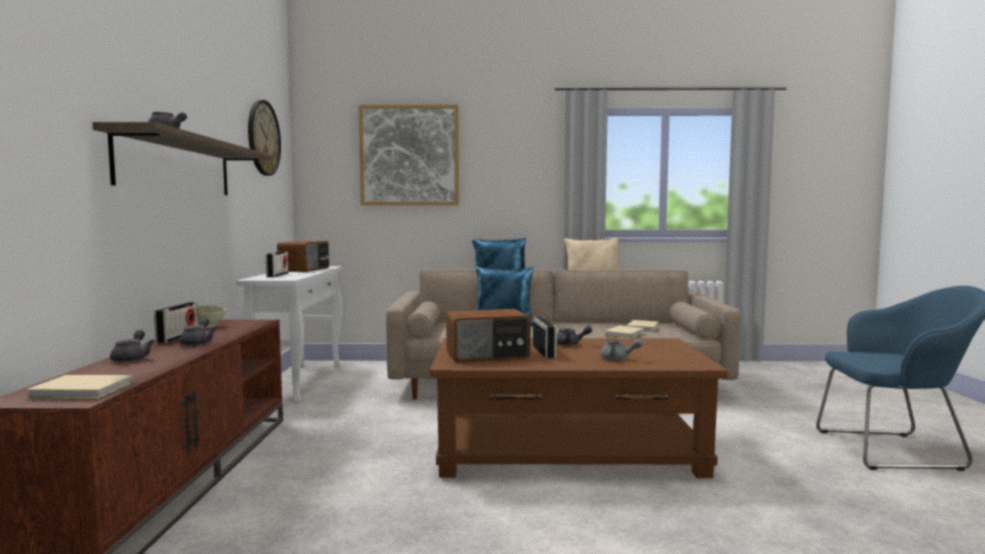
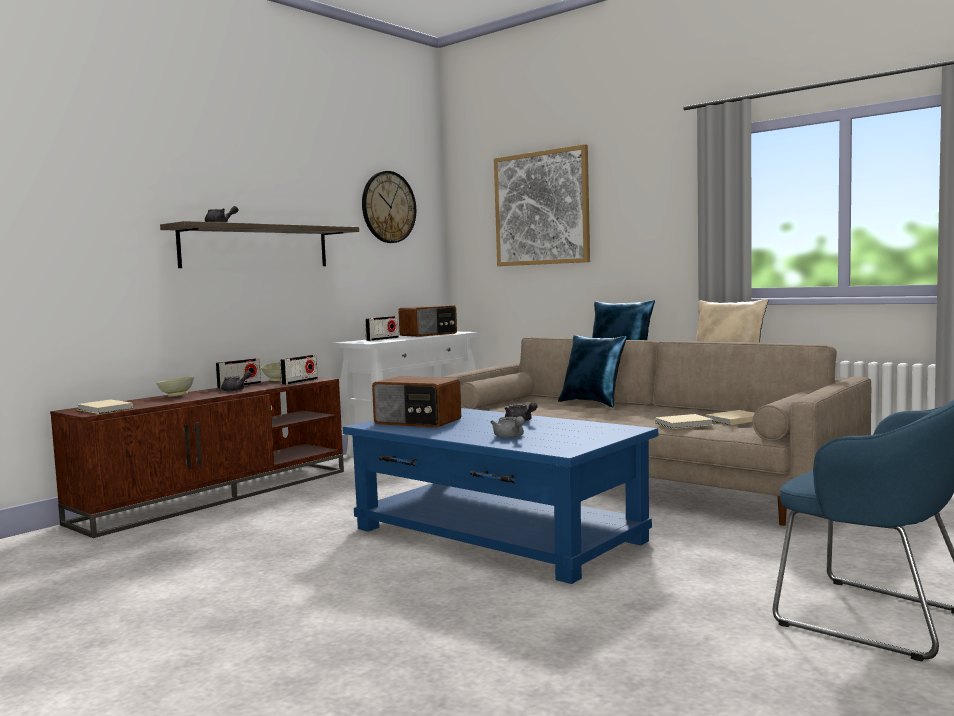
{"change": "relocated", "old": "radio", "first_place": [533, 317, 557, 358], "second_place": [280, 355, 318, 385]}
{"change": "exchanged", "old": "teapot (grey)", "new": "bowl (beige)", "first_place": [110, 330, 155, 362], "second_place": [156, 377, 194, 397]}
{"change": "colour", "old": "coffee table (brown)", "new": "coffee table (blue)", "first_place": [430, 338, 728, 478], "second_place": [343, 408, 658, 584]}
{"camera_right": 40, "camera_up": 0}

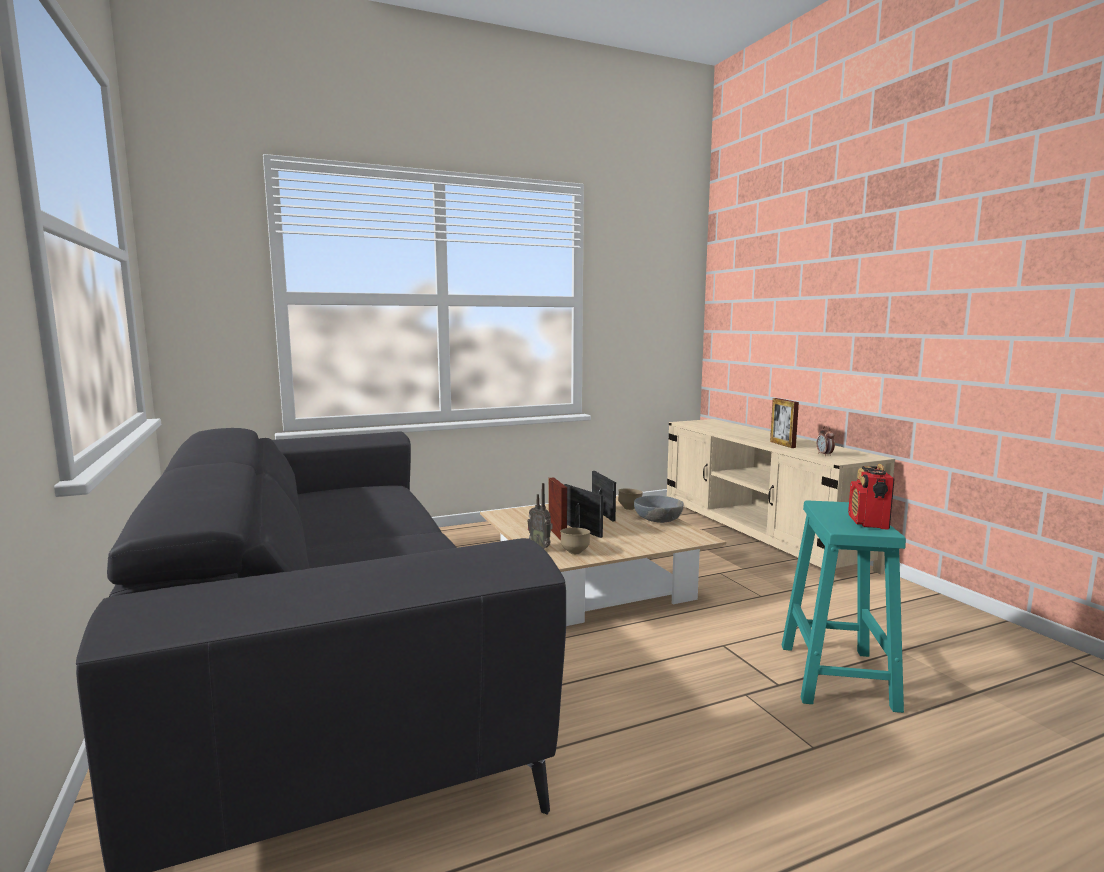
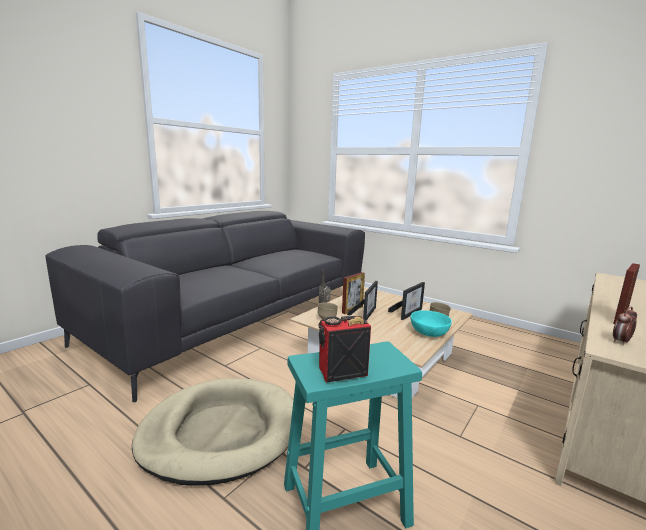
{"change": "colour", "old": "bowl (grey)", "new": "bowl (turquoise)", "first_place": [634, 495, 683, 523], "second_place": [411, 310, 452, 337]}
{"change": "appeared", "new": "dog bed (beige)", "second_place": [132, 378, 294, 486]}
{"camera_right": 60, "camera_up": 5}

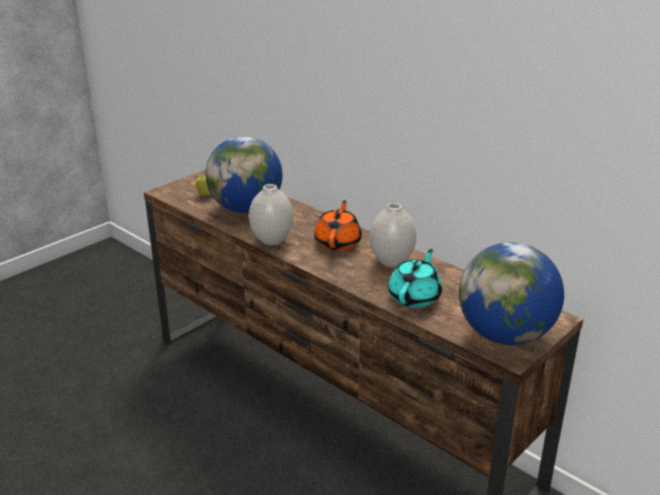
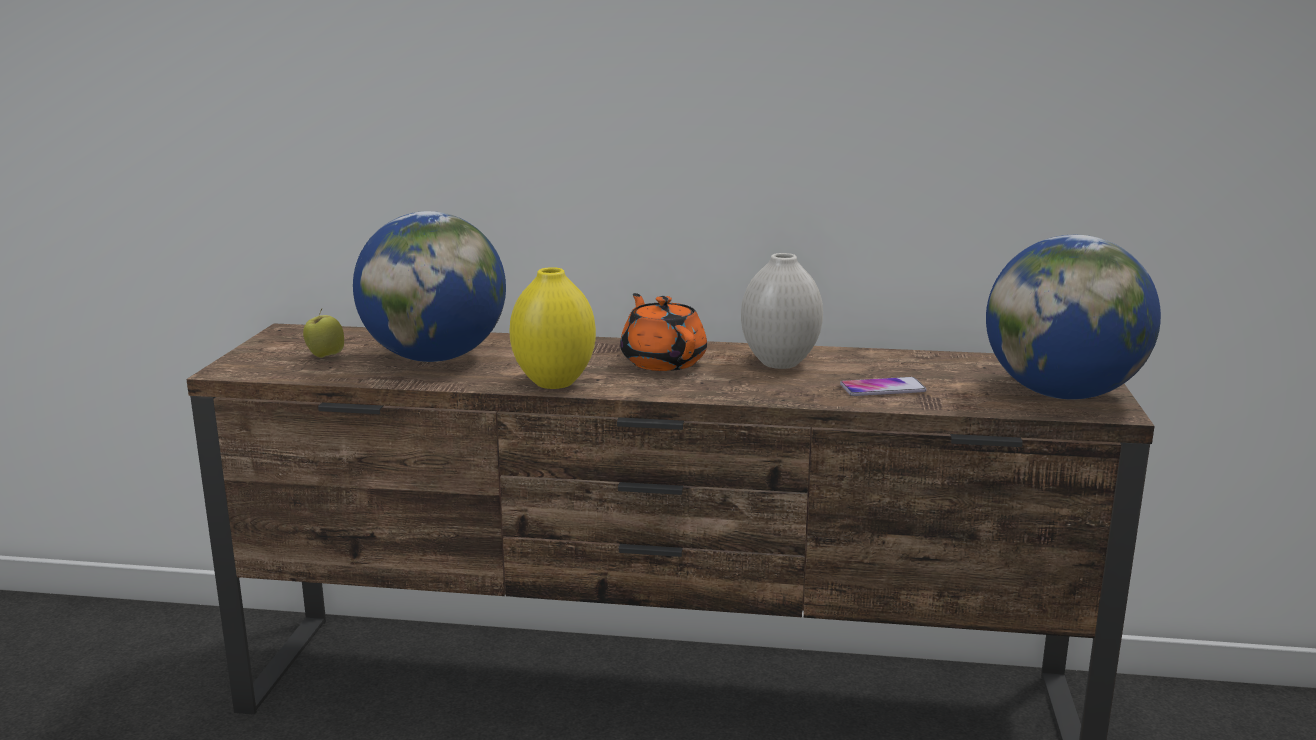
{"change": "colour", "old": "vase (white)", "new": "vase (yellow)", "first_place": [249, 184, 294, 246], "second_place": [510, 267, 596, 389]}
{"change": "exchanged", "old": "teapot (turquoise)", "new": "phone", "first_place": [388, 249, 442, 308], "second_place": [840, 377, 927, 396]}
{"camera_right": -35, "camera_up": -10}

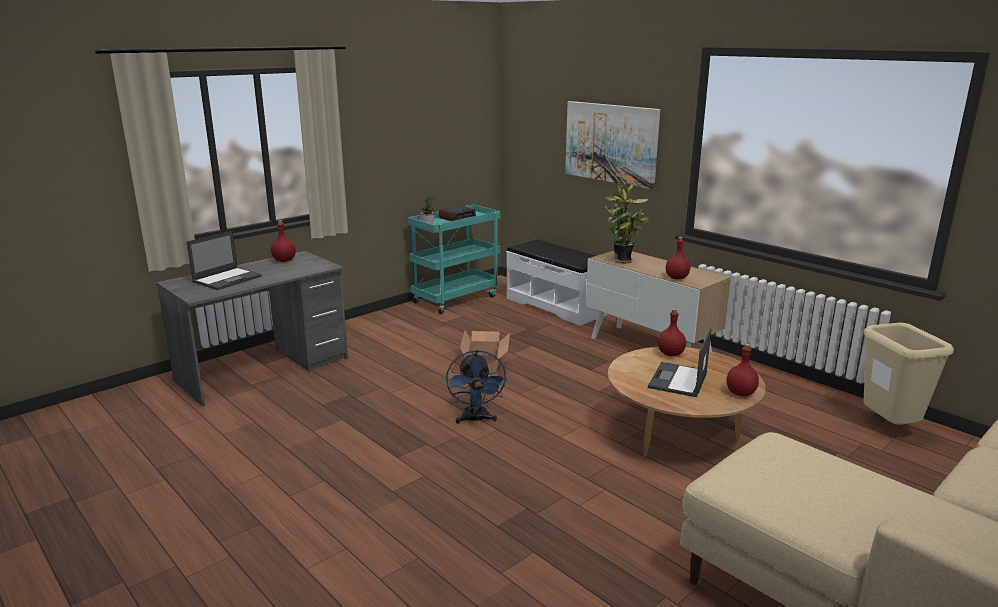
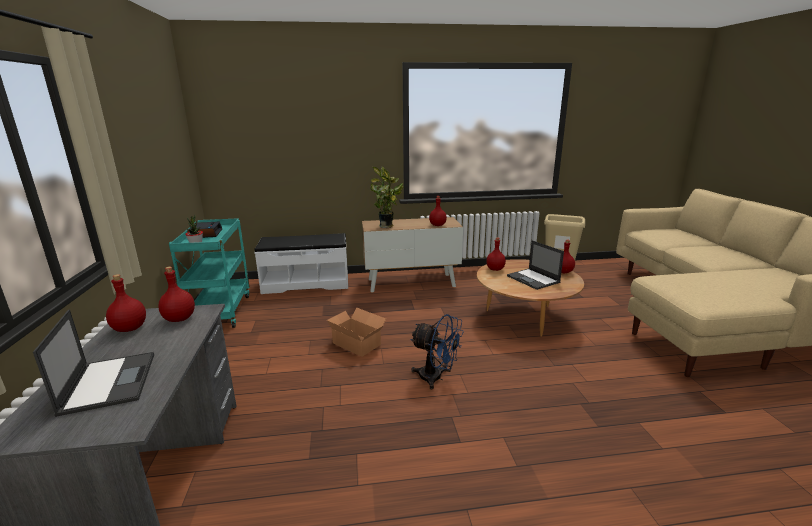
{"change": "missing", "old": "picture", "first_place": [565, 101, 660, 190]}
{"change": "appeared", "new": "bottle (red)", "second_place": [158, 267, 195, 322]}
{"camera_right": -55, "camera_up": 0}

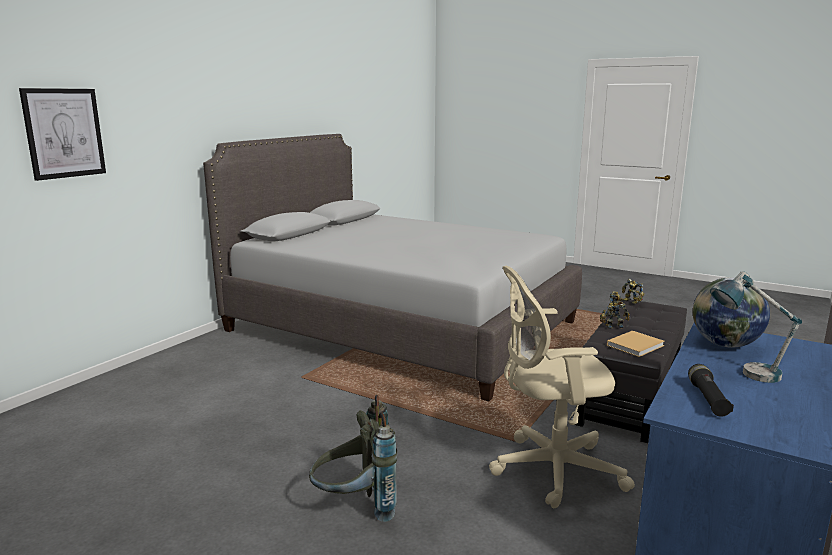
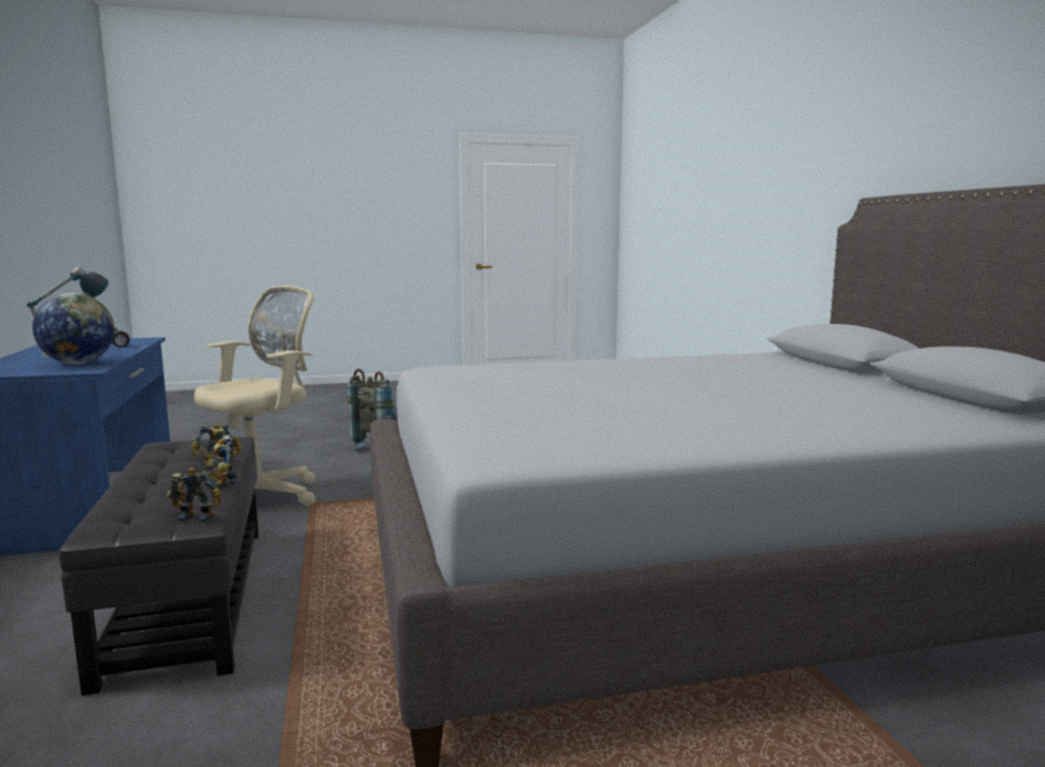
{"change": "missing", "old": "picture", "first_place": [19, 88, 106, 181]}
{"change": "missing", "old": "book (beige)", "first_place": [607, 331, 665, 357]}
{"camera_right": 135, "camera_up": -5}

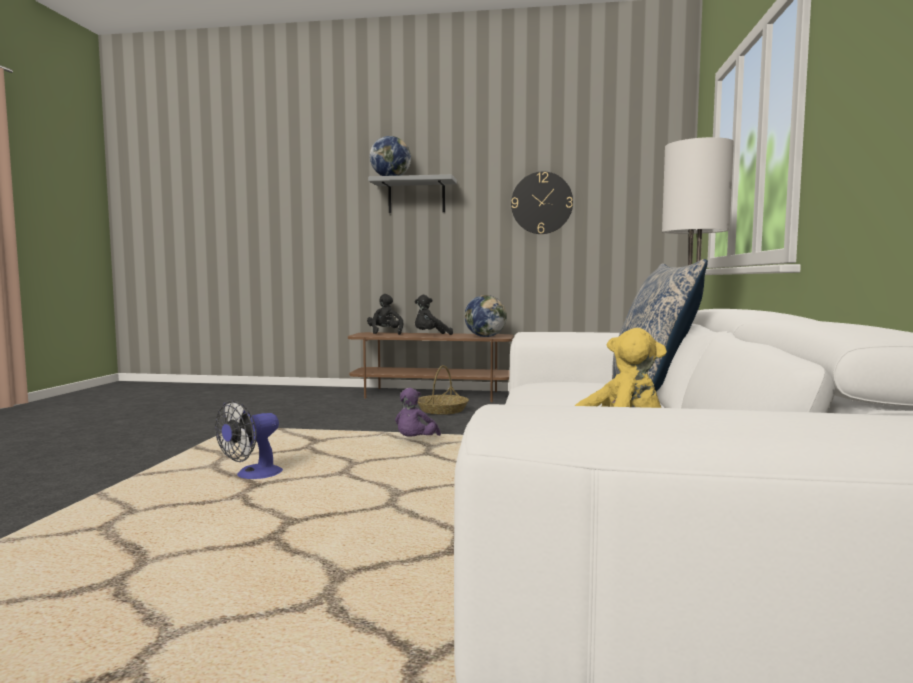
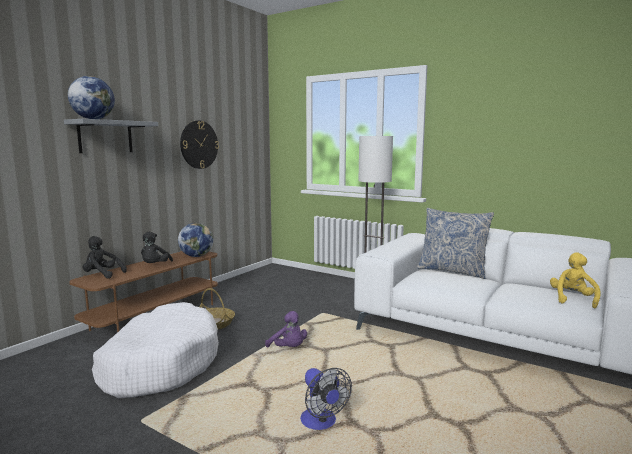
{"change": "appeared", "new": "dog bed (white)", "second_place": [92, 302, 219, 398]}
{"camera_right": -65, "camera_up": 5}

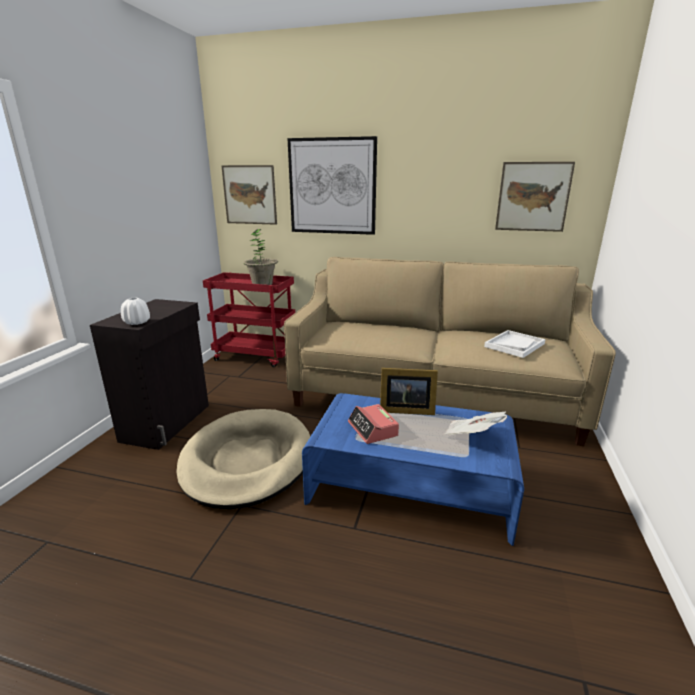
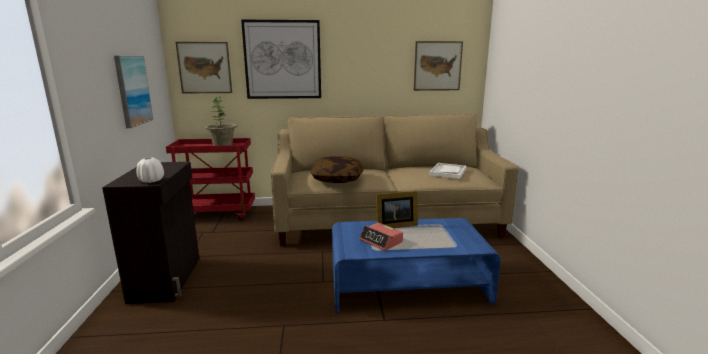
{"change": "missing", "old": "dog bed (beige)", "first_place": [176, 409, 310, 509]}
{"change": "missing", "old": "newspaper", "first_place": [444, 412, 507, 435]}
{"change": "appeared", "new": "picture", "second_place": [114, 56, 153, 128]}
{"change": "appeared", "new": "pillow", "second_place": [311, 156, 364, 183]}
{"camera_right": -20, "camera_up": -5}

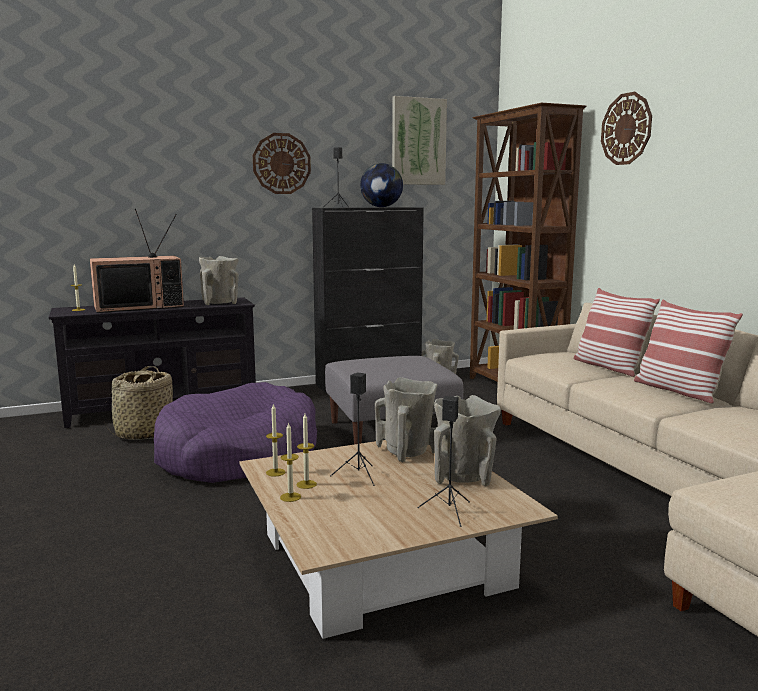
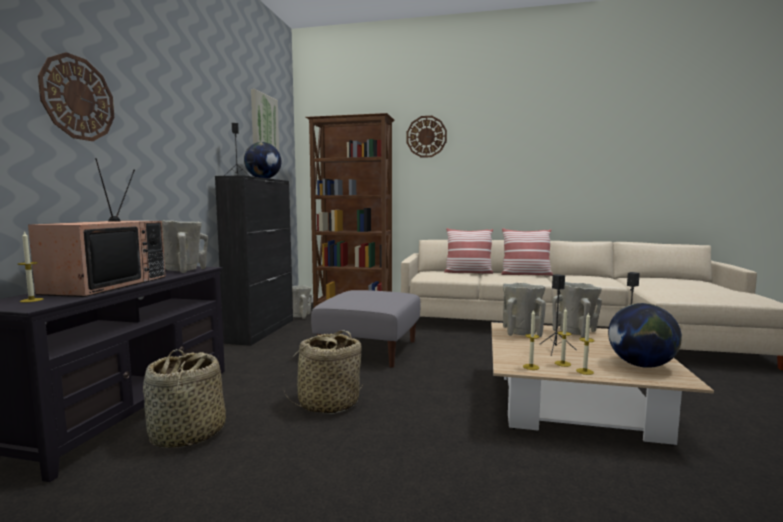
{"change": "relocated", "old": "wall clock", "first_place": [253, 133, 311, 194], "second_place": [38, 52, 114, 141]}
{"change": "exchanged", "old": "dog bed (purple)", "new": "basket", "first_place": [154, 382, 317, 483], "second_place": [282, 330, 365, 414]}
{"change": "appeared", "new": "globe", "second_place": [608, 303, 682, 368]}
{"camera_right": -55, "camera_up": -5}

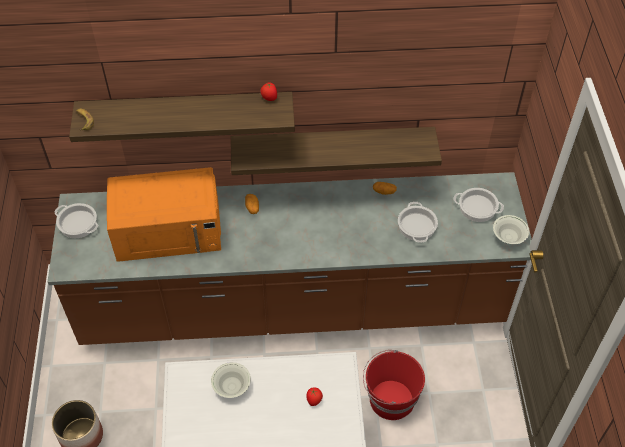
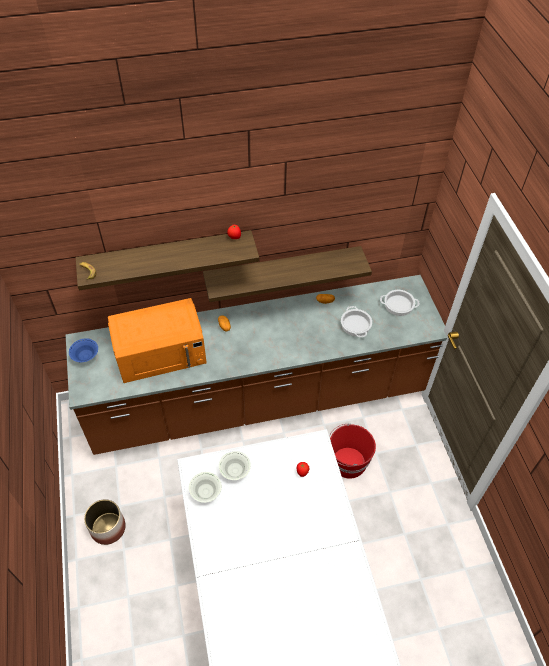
{"change": "exchanged", "old": "cooking pot", "new": "bowl (blue)", "first_place": [54, 203, 98, 238], "second_place": [69, 338, 98, 362]}
{"change": "relocated", "old": "bowl (white)", "first_place": [493, 215, 530, 244], "second_place": [189, 472, 222, 503]}
{"camera_right": -10, "camera_up": 0}

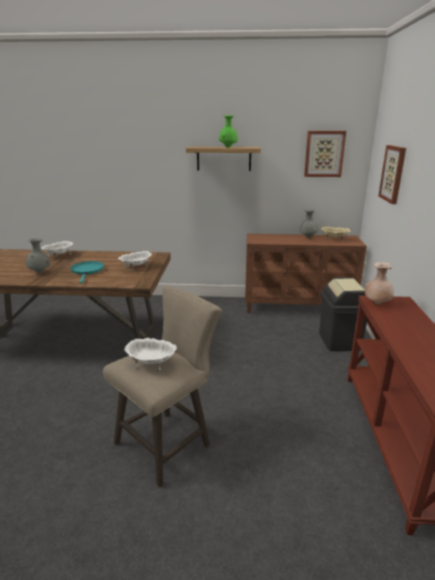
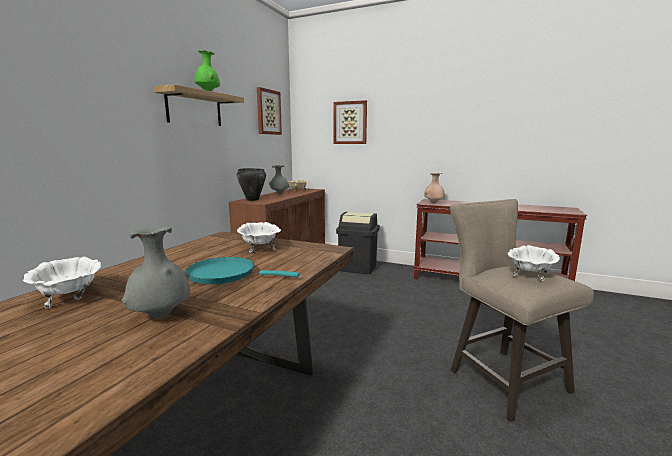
{"change": "appeared", "new": "cooking pot (black)", "second_place": [237, 168, 266, 201]}
{"camera_right": -70, "camera_up": -10}

